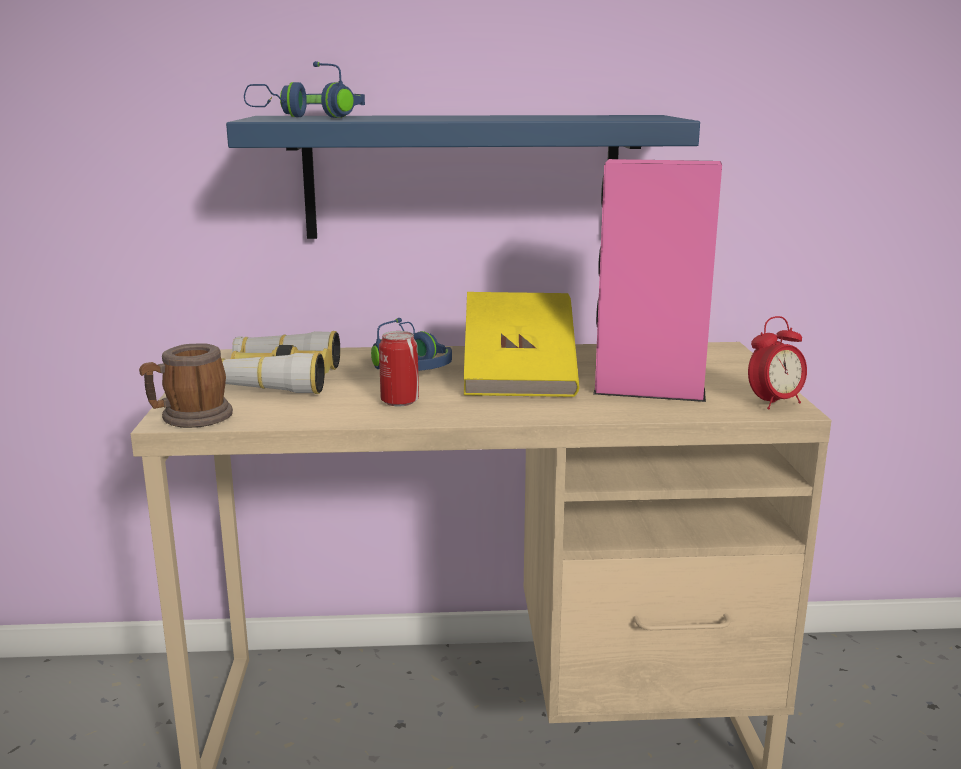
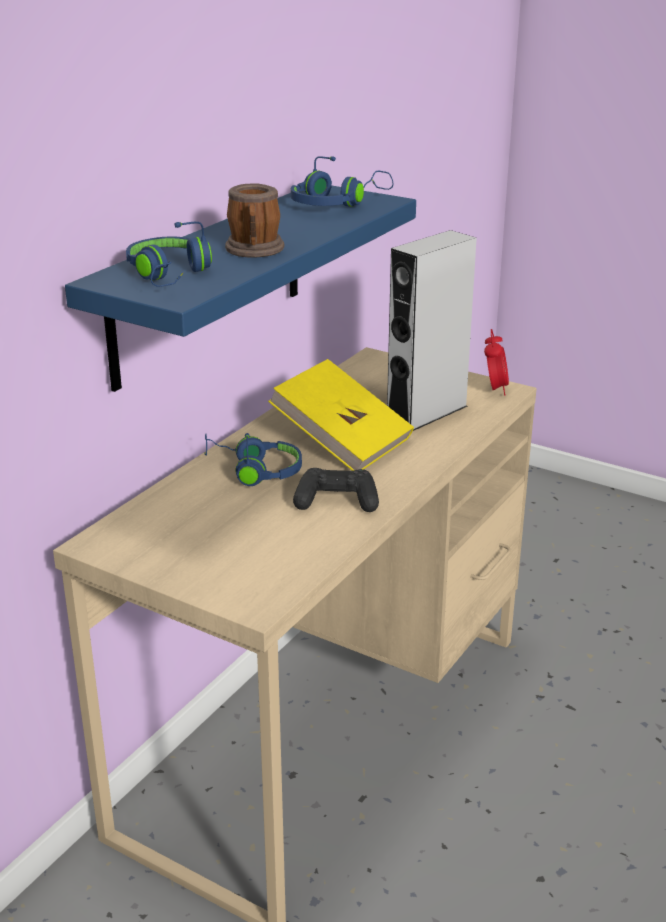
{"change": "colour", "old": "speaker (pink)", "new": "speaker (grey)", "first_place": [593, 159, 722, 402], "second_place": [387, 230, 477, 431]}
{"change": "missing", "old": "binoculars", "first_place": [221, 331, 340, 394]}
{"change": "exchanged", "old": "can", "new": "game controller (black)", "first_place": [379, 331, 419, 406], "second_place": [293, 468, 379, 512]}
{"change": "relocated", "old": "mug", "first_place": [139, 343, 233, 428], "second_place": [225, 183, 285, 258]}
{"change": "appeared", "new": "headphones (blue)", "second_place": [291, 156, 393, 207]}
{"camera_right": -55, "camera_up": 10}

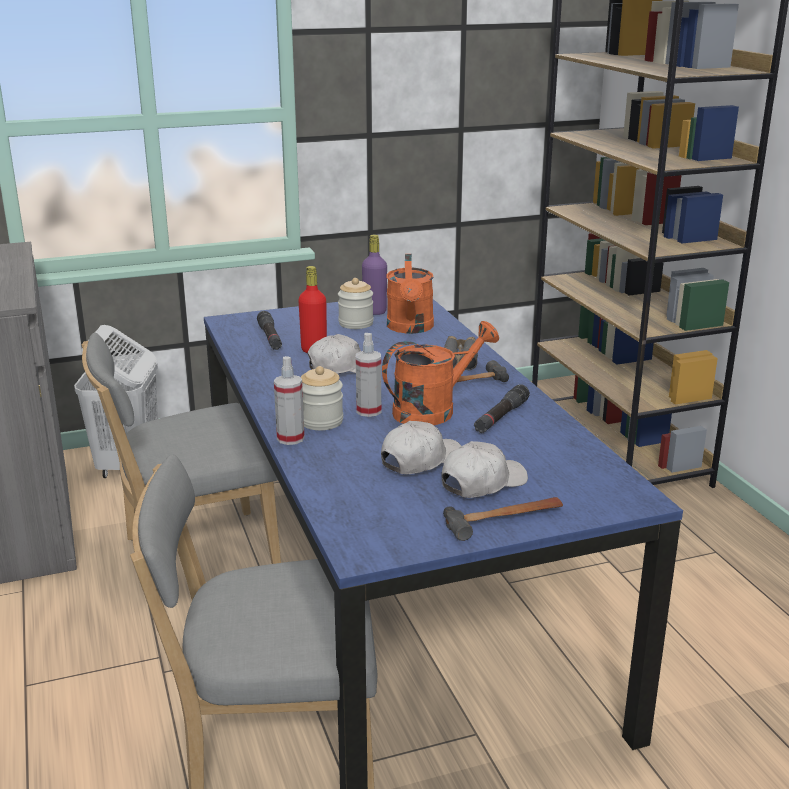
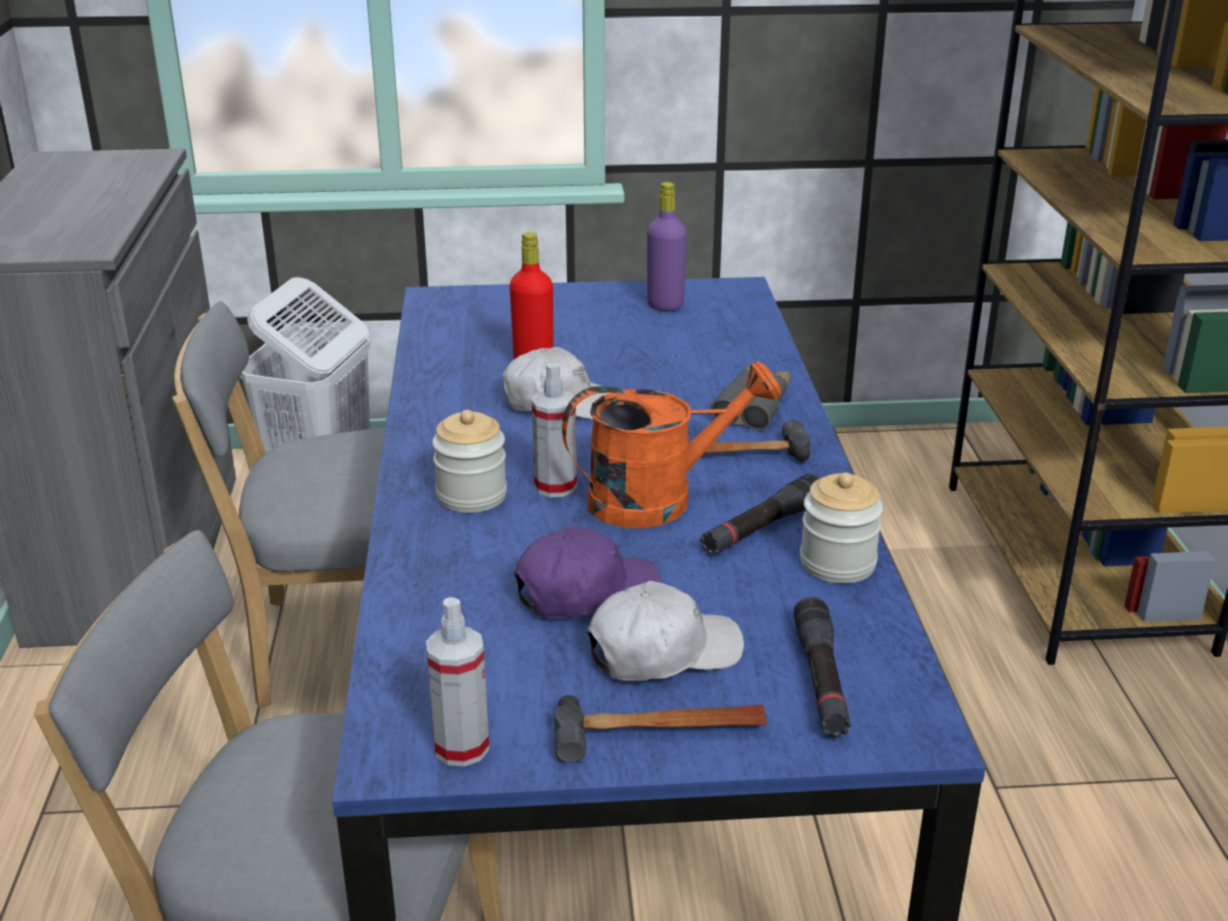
{"change": "missing", "old": "watering can (orange)", "first_place": [387, 254, 434, 334]}
{"change": "relocated", "old": "jar", "first_place": [338, 278, 374, 329], "second_place": [800, 472, 883, 584]}
{"change": "relocated", "old": "flashlight (black)", "first_place": [257, 311, 282, 350], "second_place": [794, 597, 851, 738]}
{"change": "relocated", "old": "spray bottle", "first_place": [274, 356, 305, 445], "second_place": [426, 597, 489, 767]}
{"change": "colour", "old": "cap (white)", "new": "cap (purple)", "first_place": [381, 421, 461, 474], "second_place": [514, 525, 662, 618]}
{"camera_right": 15, "camera_up": 5}

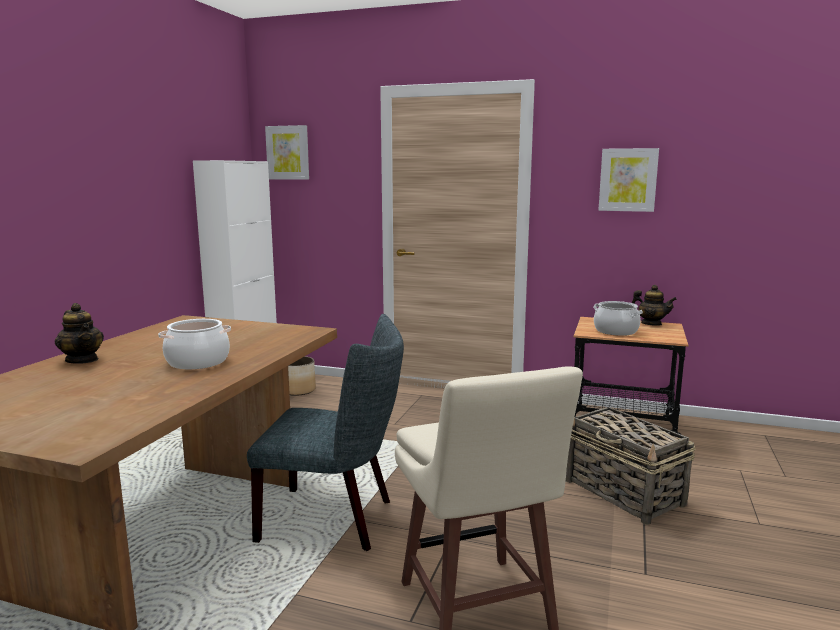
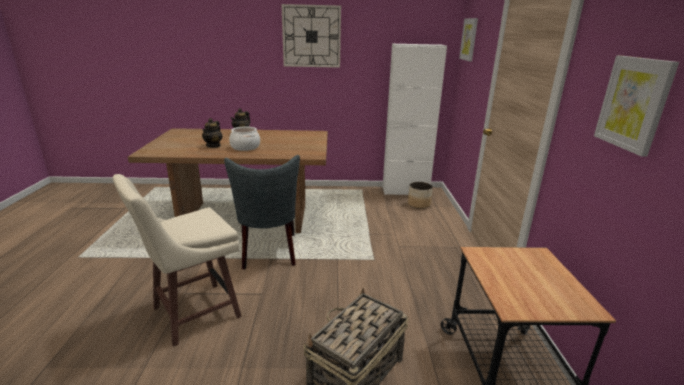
{"change": "relocated", "old": "teapot", "first_place": [632, 285, 677, 326], "second_place": [202, 118, 223, 148]}
{"change": "missing", "old": "cooking pot", "first_place": [593, 301, 643, 336]}
{"change": "appeared", "new": "wall clock", "second_place": [281, 4, 341, 68]}
{"camera_right": 70, "camera_up": 10}

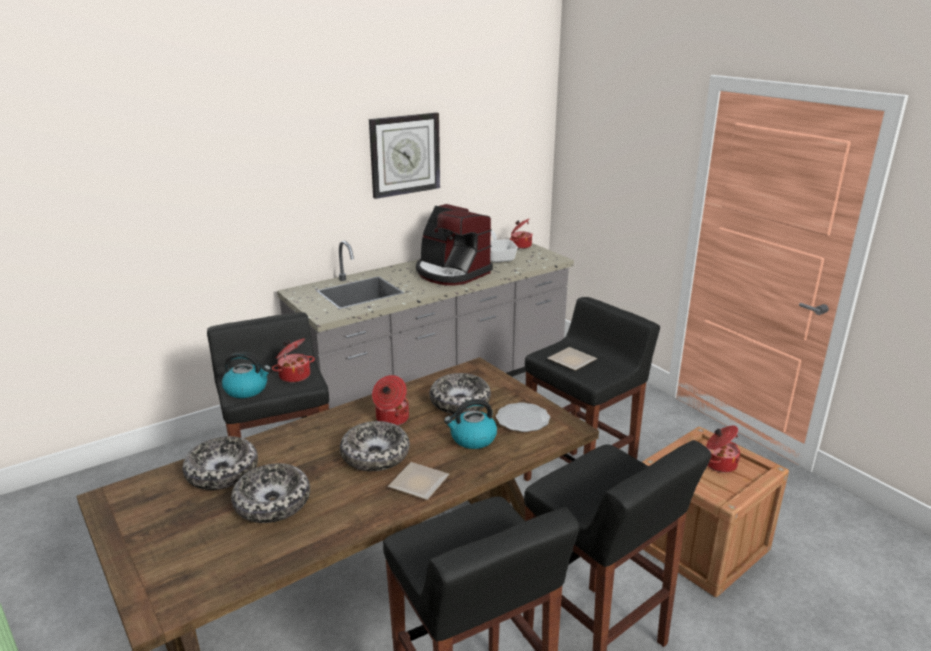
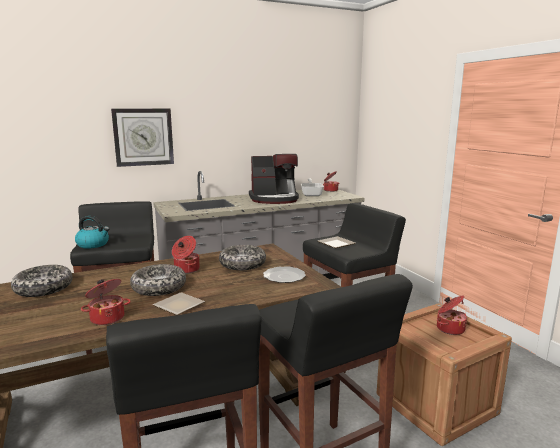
{"change": "relocated", "old": "wall clock", "first_place": [369, 113, 440, 199], "second_place": [111, 108, 174, 167]}
{"change": "spun", "old": "coffee machine", "first_place": [416, 204, 493, 286], "second_place": [249, 154, 299, 204], "degrees": -60}
{"change": "relocated", "old": "cooking pot", "first_place": [272, 338, 315, 383], "second_place": [81, 279, 131, 325]}
{"change": "missing", "old": "kettle", "first_place": [444, 399, 497, 449]}
{"change": "missing", "old": "bowl", "first_place": [231, 463, 310, 523]}
{"camera_right": 10, "camera_up": -10}

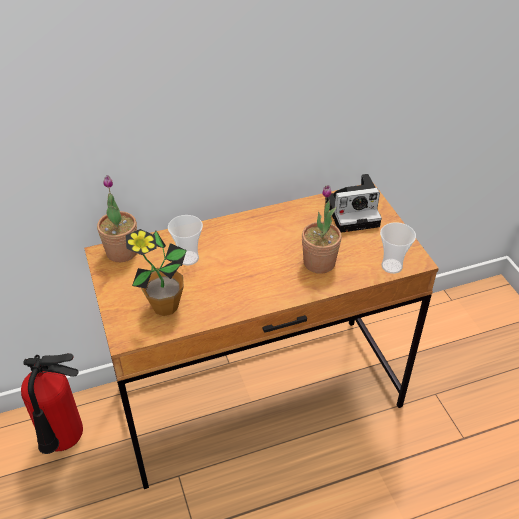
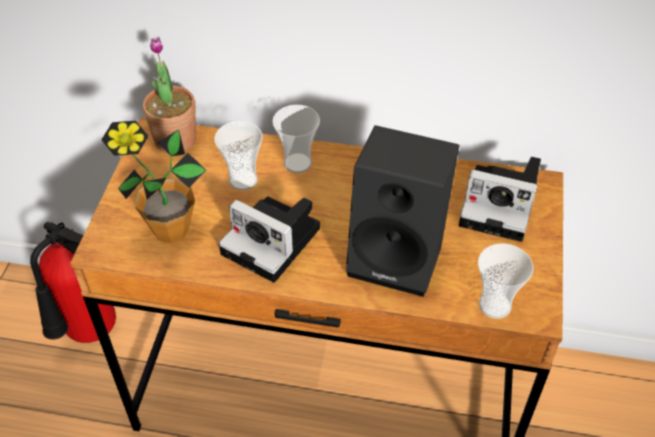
{"change": "exchanged", "old": "potted plant", "new": "speaker (black)", "first_place": [302, 185, 342, 274], "second_place": [346, 125, 460, 297]}
{"change": "appeared", "new": "cup", "second_place": [272, 105, 320, 173]}
{"change": "appeared", "new": "photo camera", "second_place": [219, 196, 320, 283]}
{"camera_right": 30, "camera_up": 5}

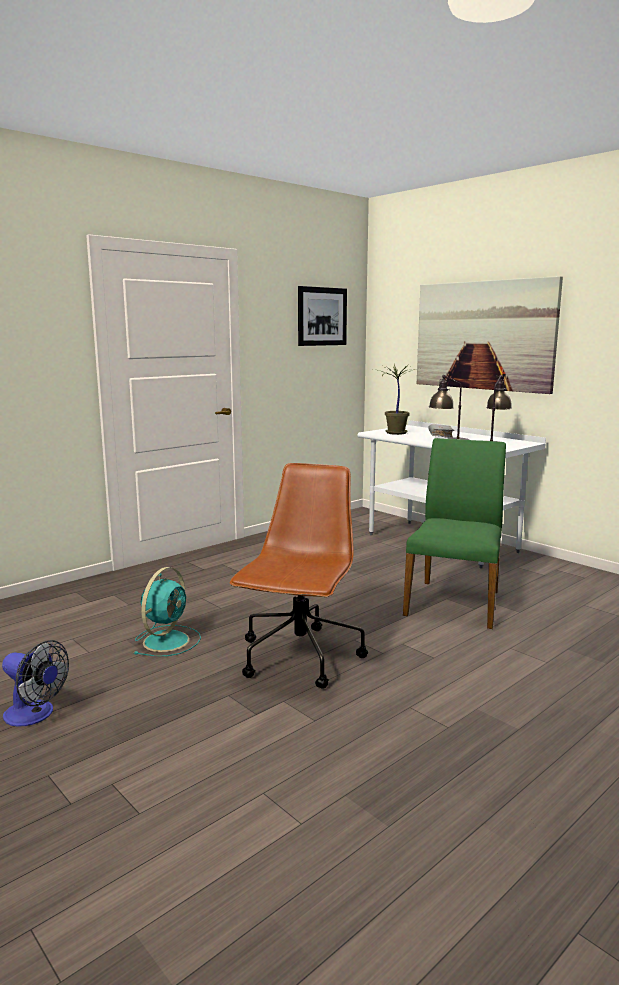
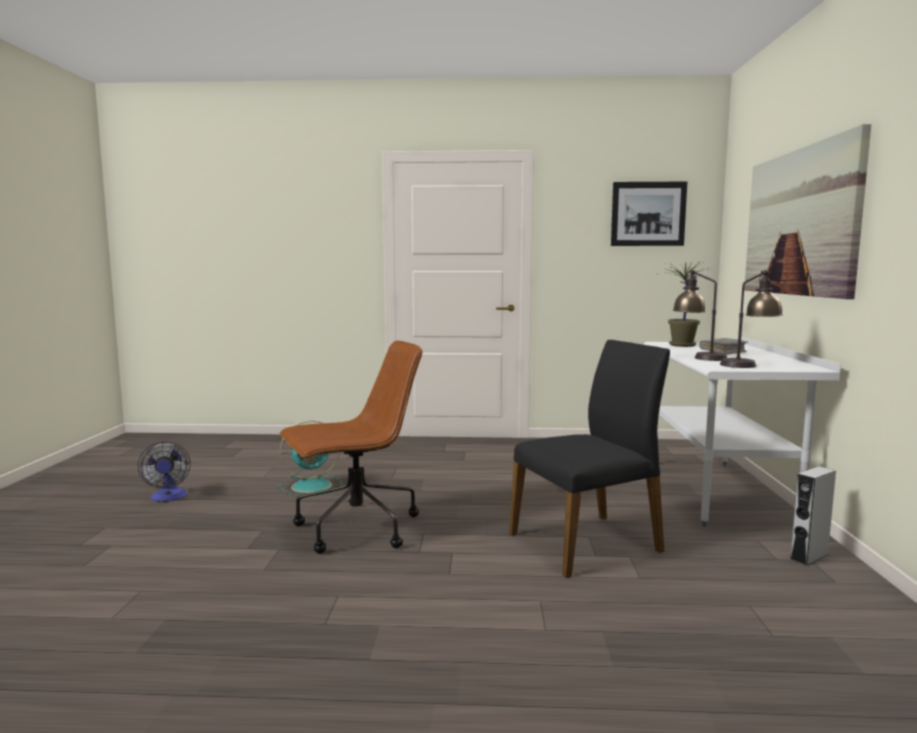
{"change": "colour", "old": "chair (green)", "new": "chair (black)", "first_place": [403, 438, 506, 629], "second_place": [509, 340, 670, 578]}
{"change": "appeared", "new": "speaker (grey)", "second_place": [789, 466, 836, 566]}
{"camera_right": 45, "camera_up": -5}

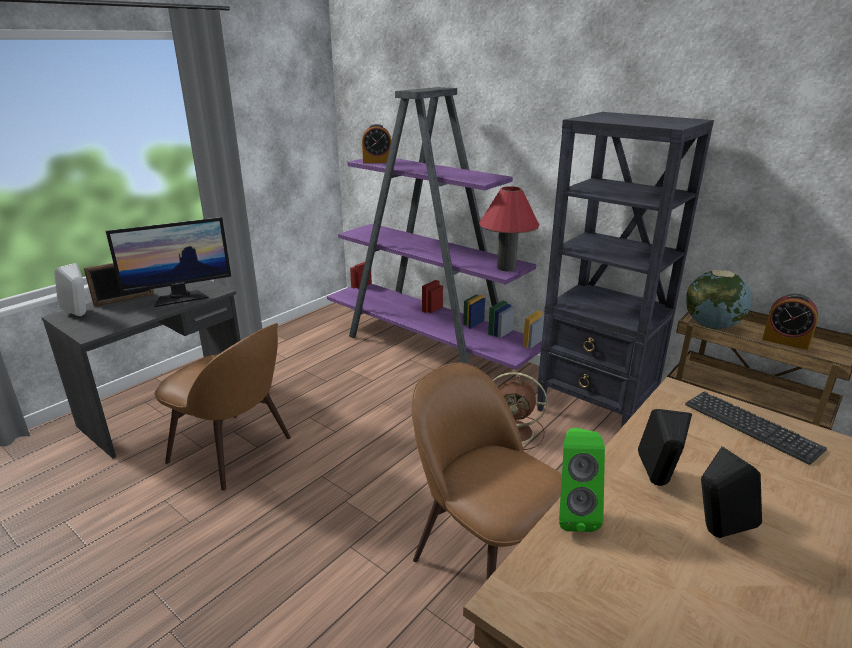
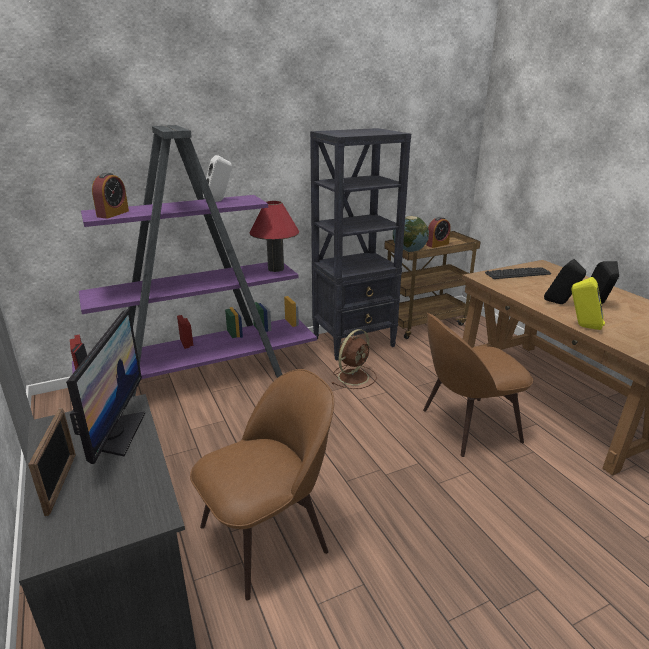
{"change": "relocated", "old": "speaker (white)", "first_place": [54, 263, 86, 316], "second_place": [202, 155, 232, 202]}
{"change": "colour", "old": "speaker (green)", "new": "speaker (yellow)", "first_place": [559, 428, 605, 532], "second_place": [571, 277, 605, 330]}
{"camera_right": -65, "camera_up": 0}

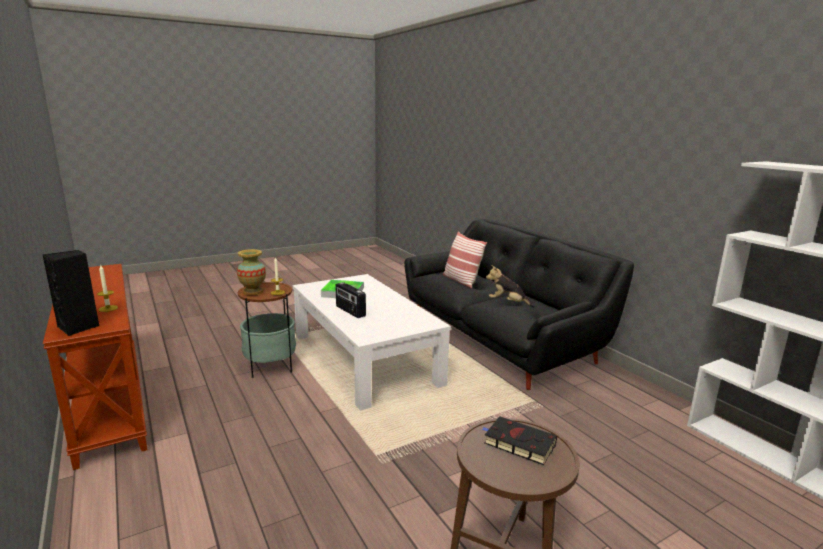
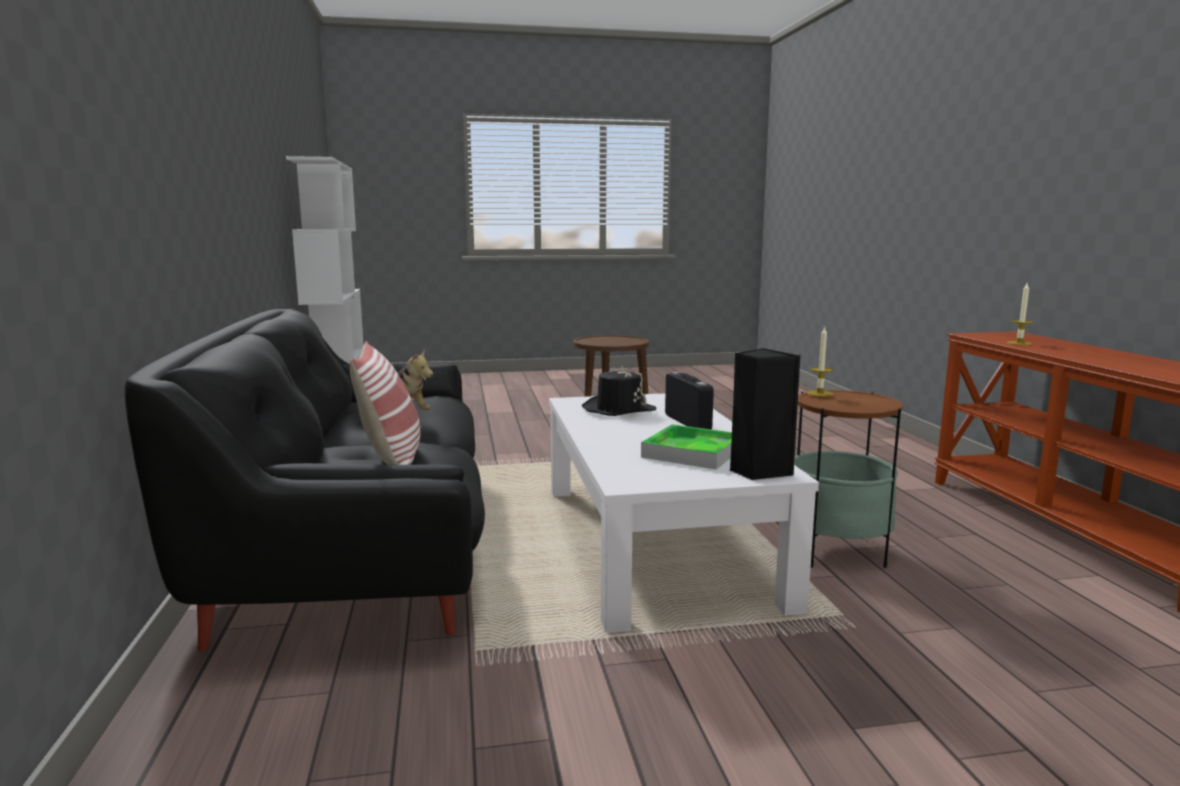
{"change": "missing", "old": "vase", "first_place": [237, 249, 266, 295]}
{"change": "relocated", "old": "speaker (black)", "first_place": [43, 250, 100, 336], "second_place": [730, 348, 800, 480]}
{"change": "missing", "old": "book (black)", "first_place": [481, 417, 557, 465]}
{"change": "appeared", "new": "hat (black)", "second_place": [582, 366, 657, 416]}
{"camera_right": -160, "camera_up": -5}

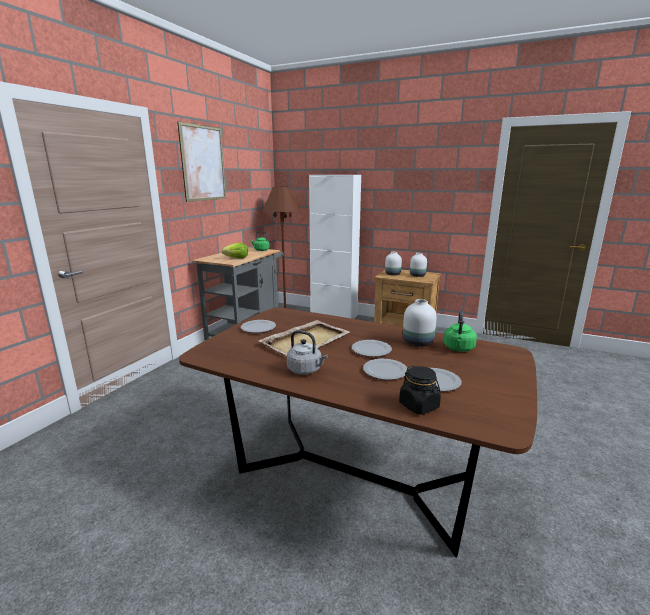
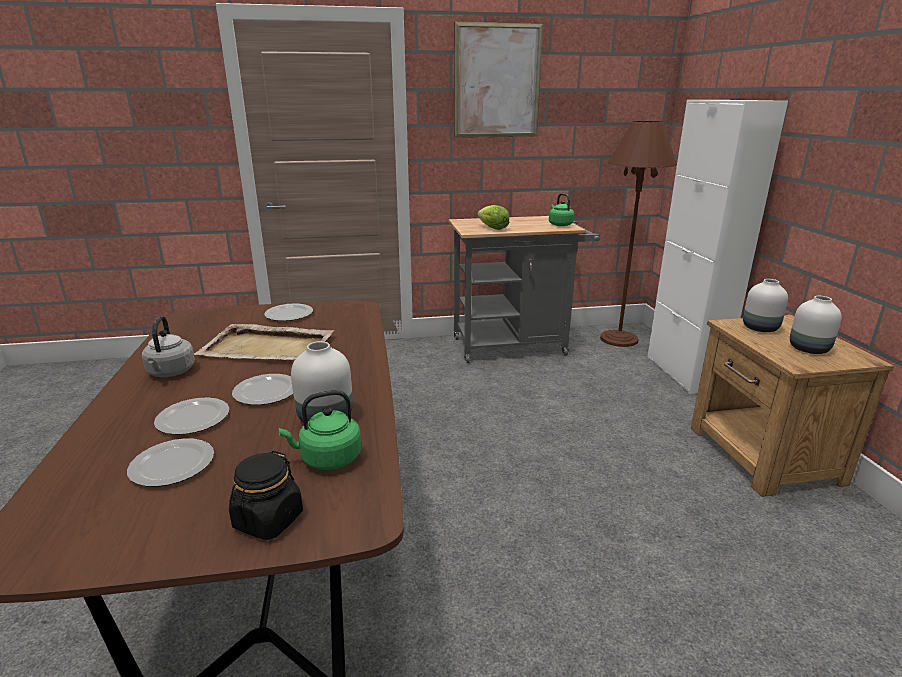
{"change": "relocated", "old": "jar (black)", "first_place": [399, 366, 441, 415], "second_place": [229, 451, 303, 540]}
{"camera_right": 55, "camera_up": 5}

